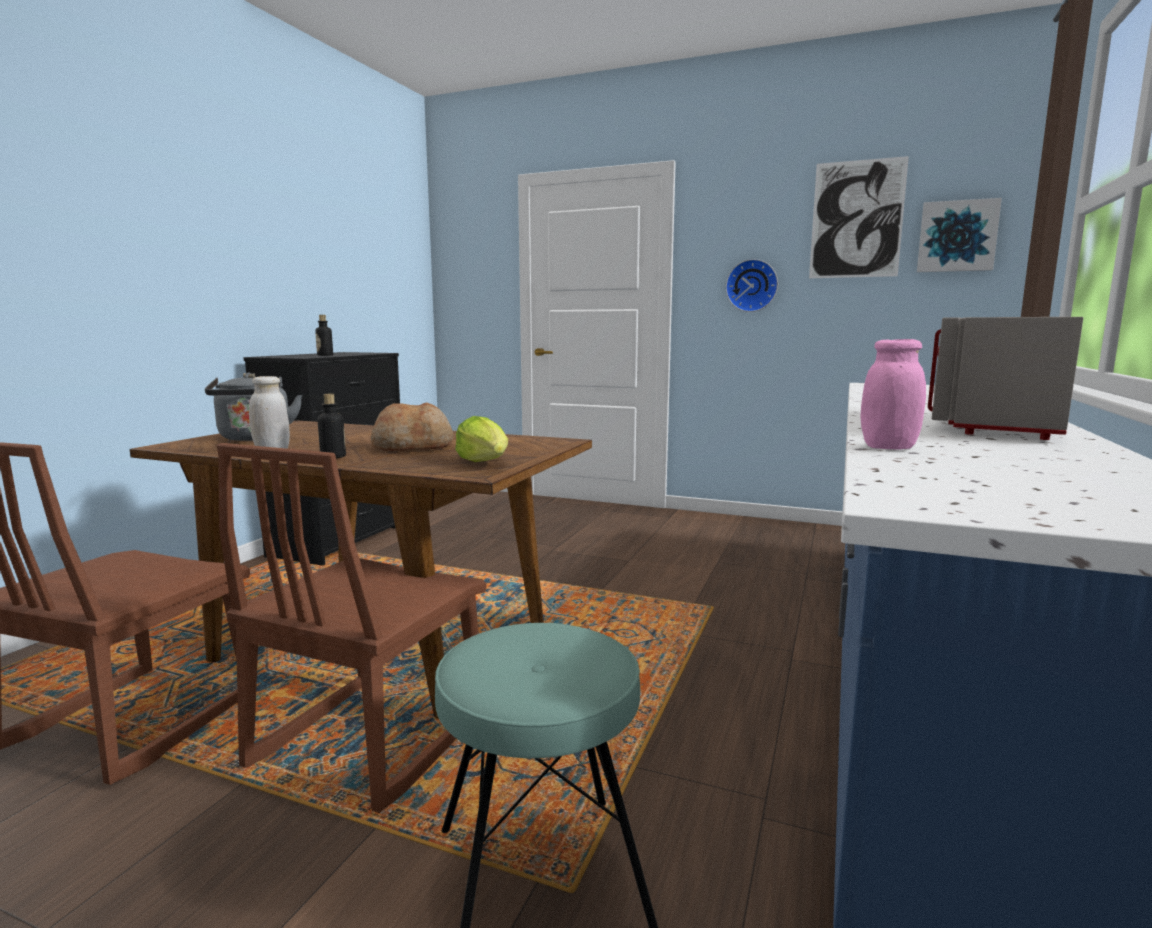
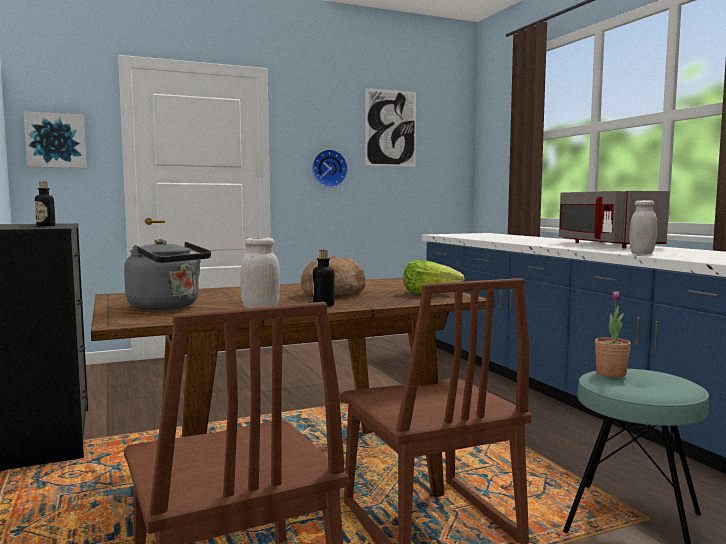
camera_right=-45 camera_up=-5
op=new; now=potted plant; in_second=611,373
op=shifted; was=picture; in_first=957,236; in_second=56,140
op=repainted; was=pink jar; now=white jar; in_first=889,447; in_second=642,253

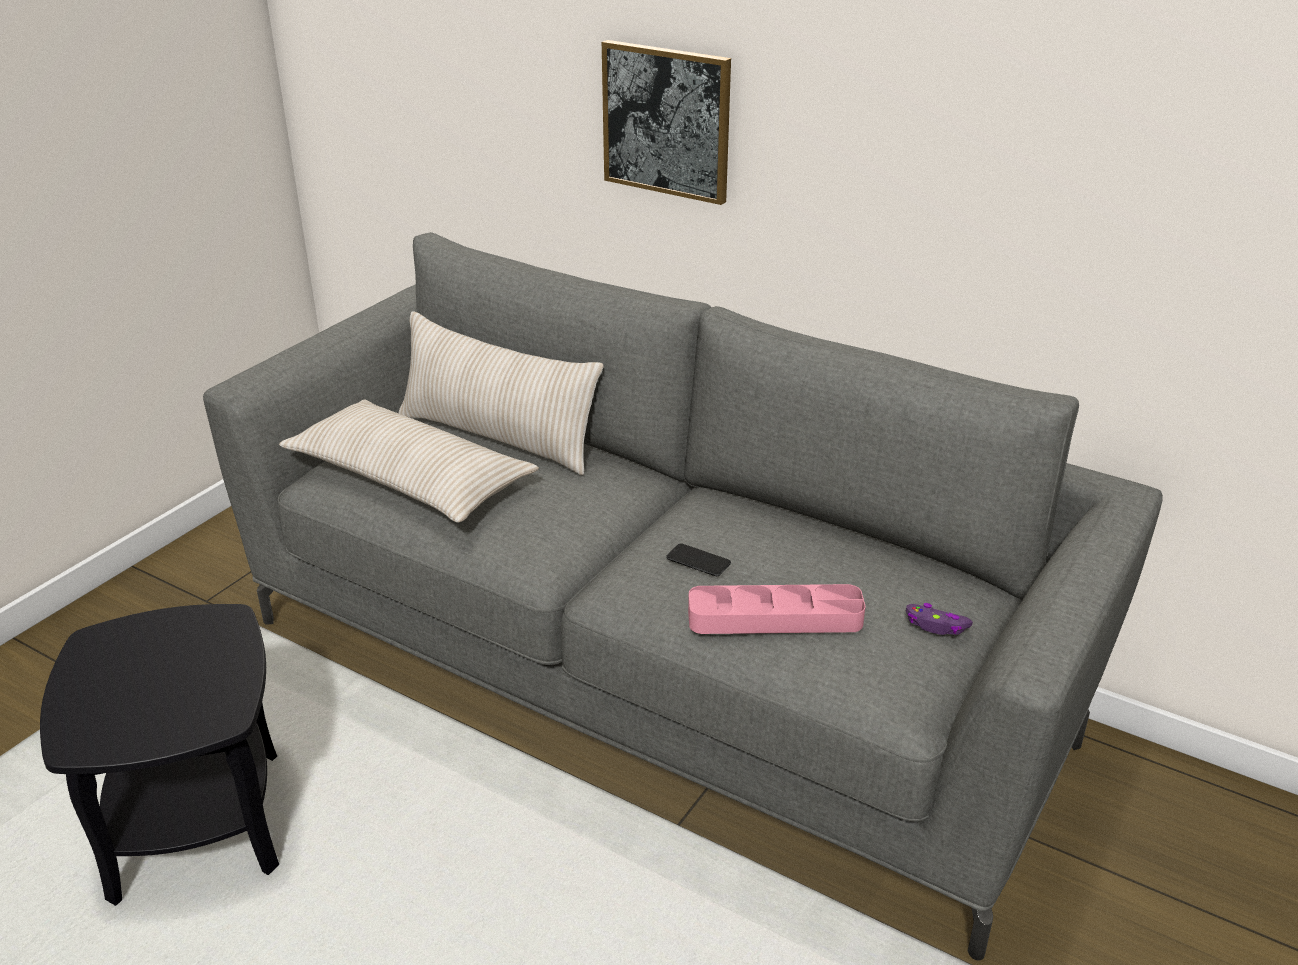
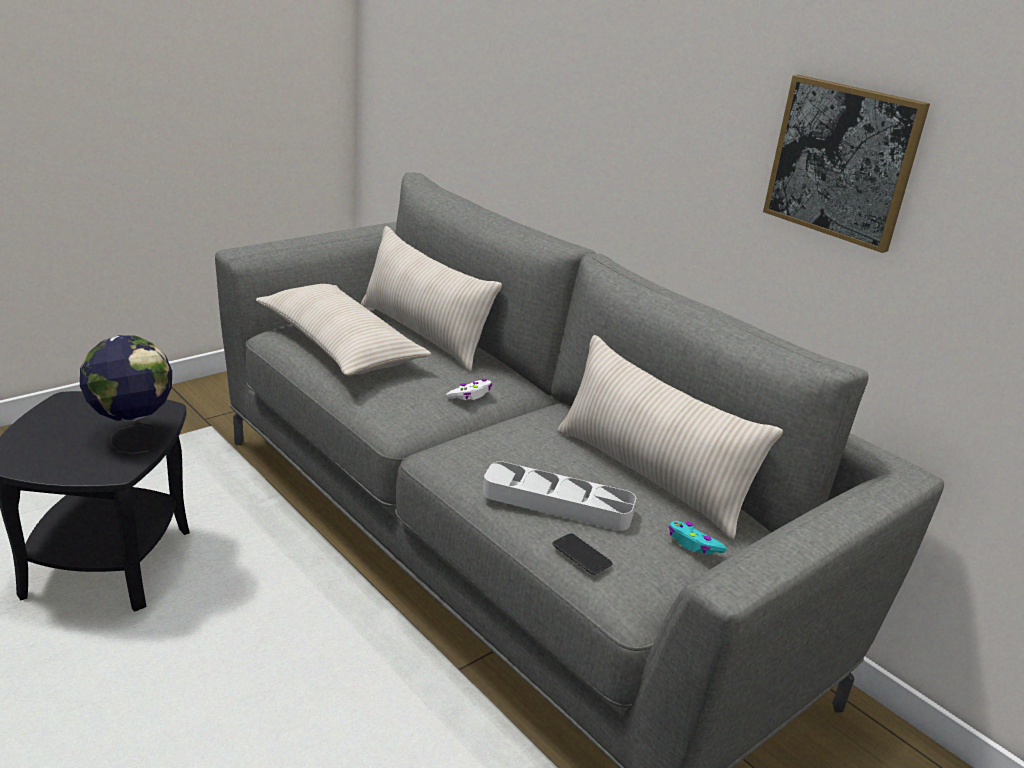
camera_right=15 camera_up=-5
op=new; now=globe; in_second=133,435
op=new; now=white game controller; in_second=470,395
op=new; now=beige pillow; in_second=650,476
op=shifted; was=picture; in_first=667,121; in_second=842,161
op=shifted; was=phone; in_first=698,561; in_second=581,554
op=repainted; was=pink tray; now=grey tray; in_first=775,617; in_second=557,503
op=repainted; was=purple game controller; now=turquoise game controller; in_first=936,625; in_second=693,544

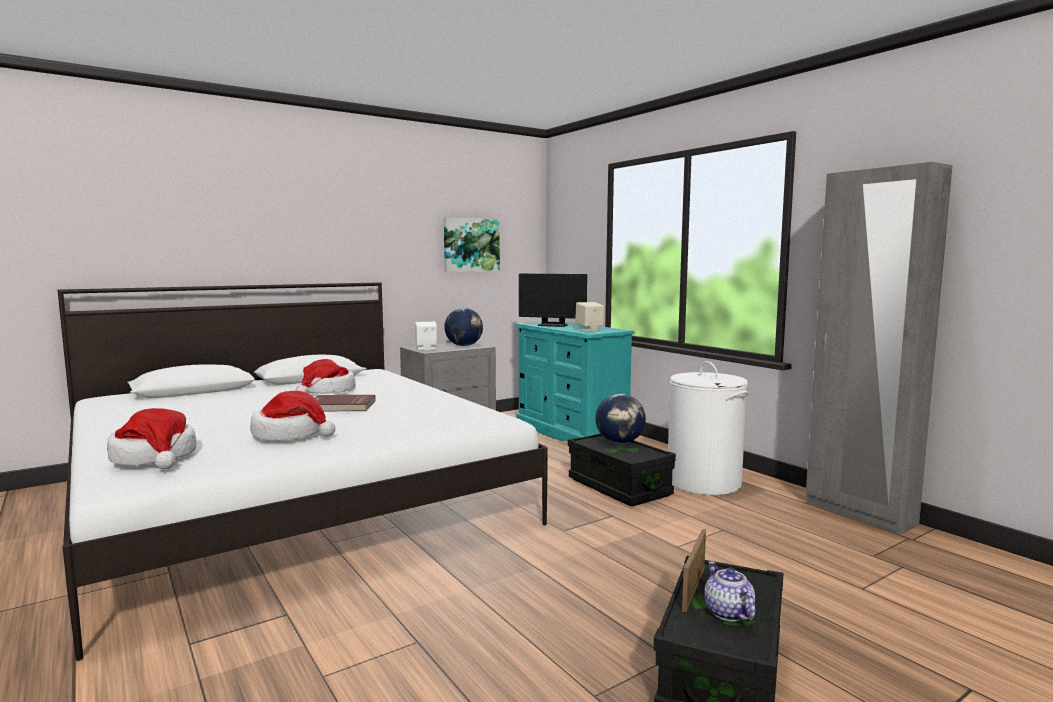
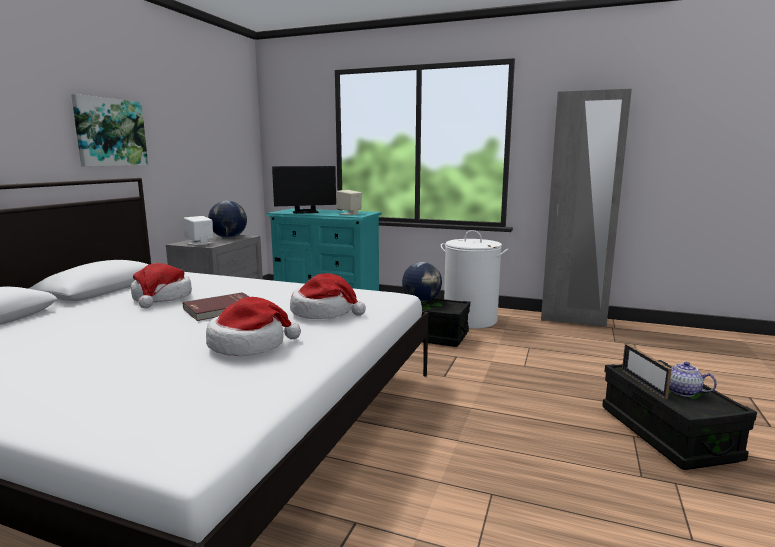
camera_right=-35 camera_up=5
op=shifted; was=hat; in_first=155,457; in_second=324,312
op=shifted; was=picture; in_first=471,245; in_second=110,132

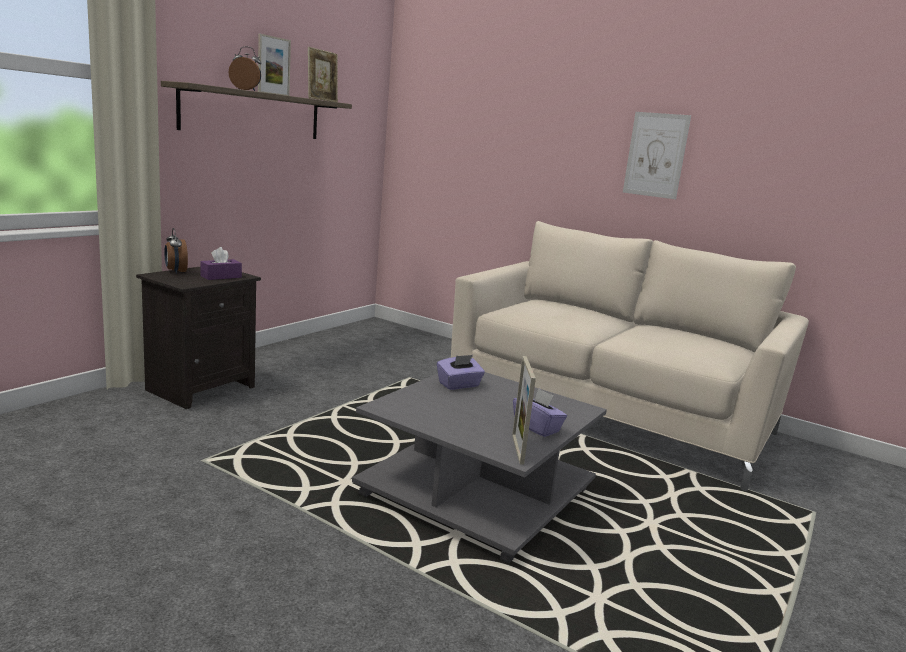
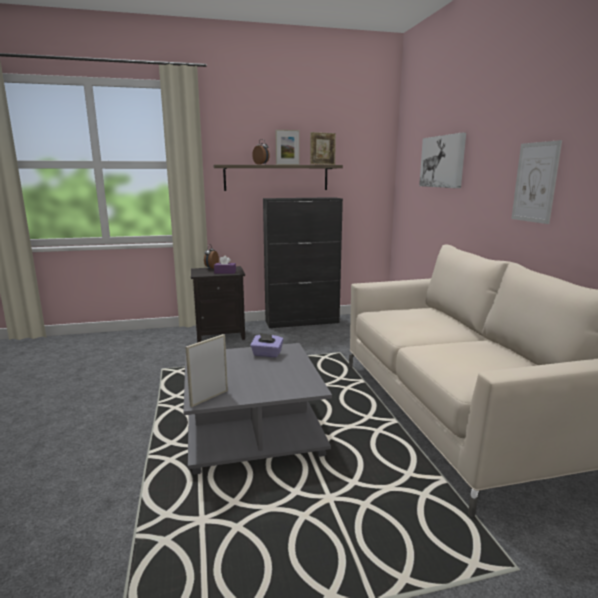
camera_right=45 camera_up=0
op=gone; was=purple tissue box; in_first=537,427
op=new; now=black cabinet; in_second=302,322
op=new; now=picture; in_second=442,161

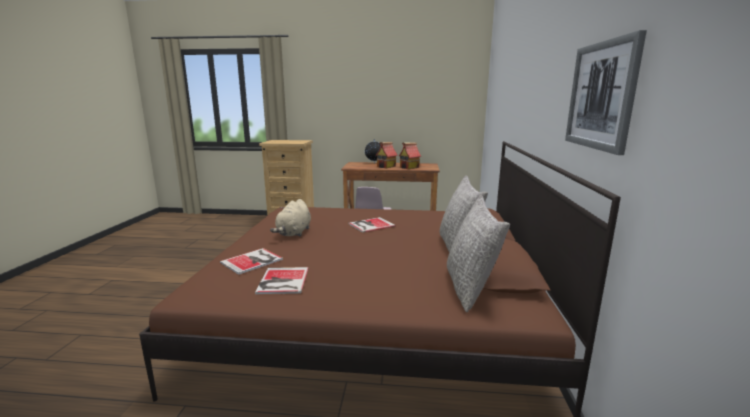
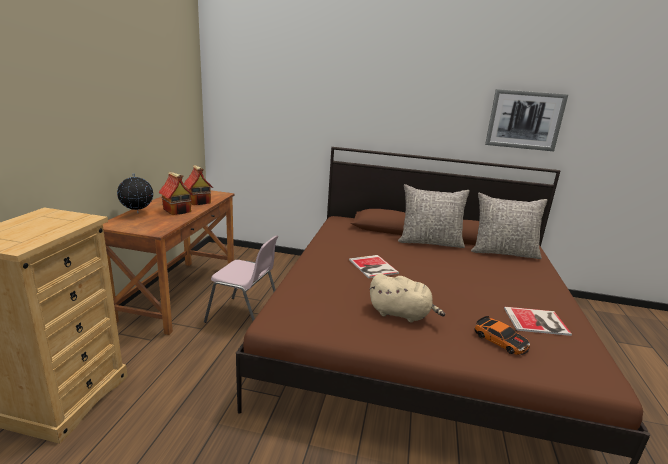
camera_right=-85 camera_up=5
op=swapped; was=book; now=toy car; in_first=253,261; in_second=501,340

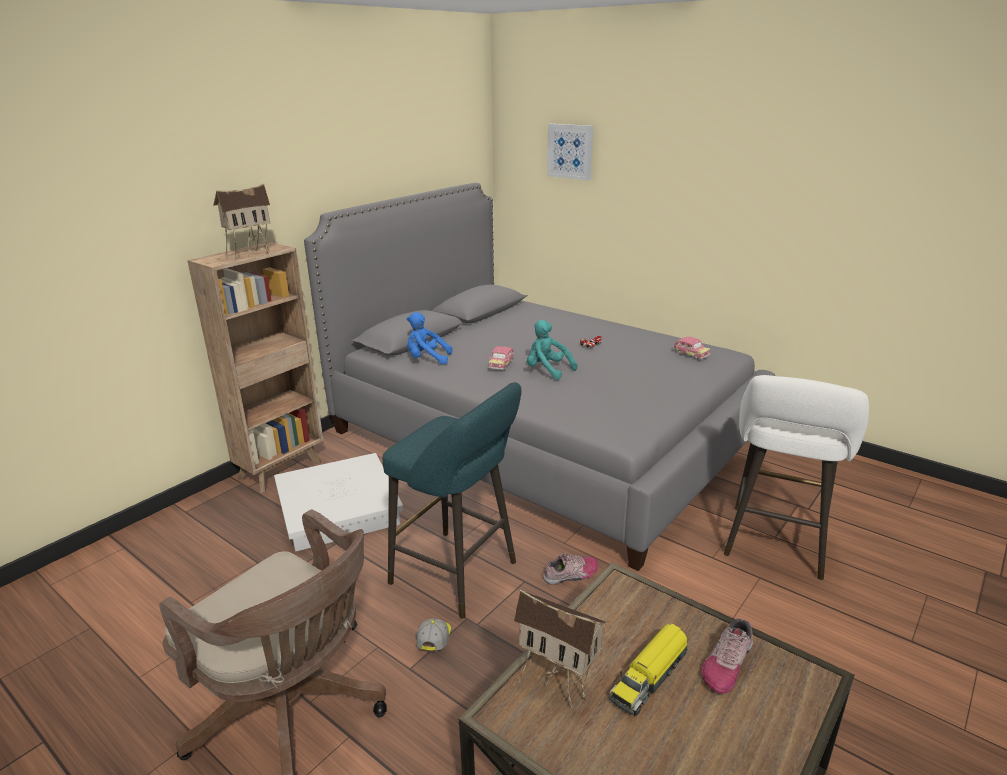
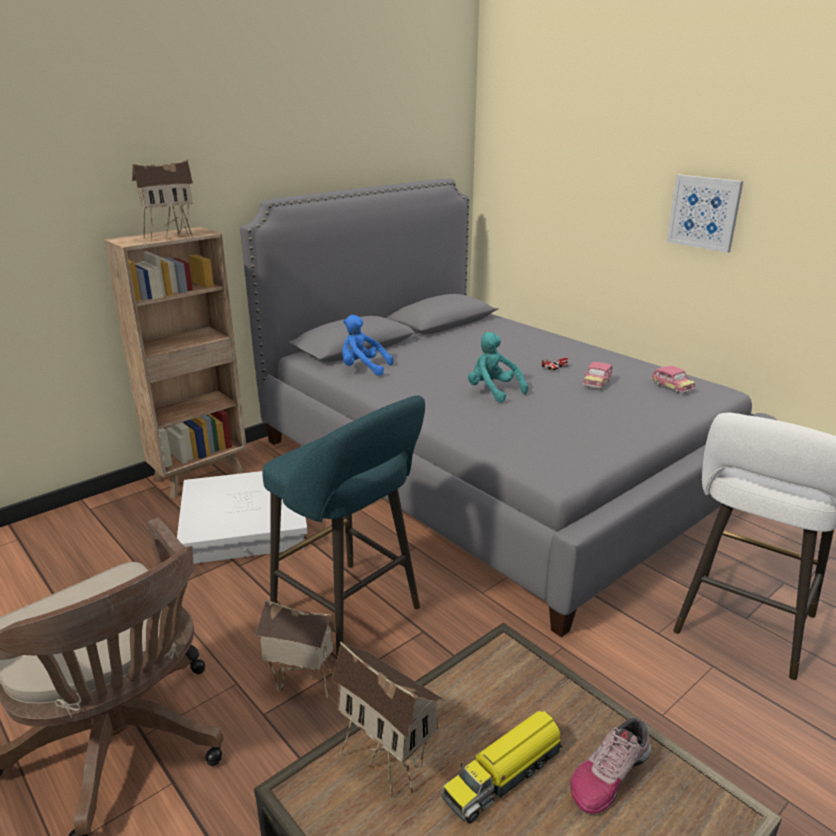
camera_right=10 camera_up=0
op=gone; was=shoe; in_first=571,574
op=shifted; was=toy car; in_first=501,365; in_second=597,383
op=shifted; was=picture; in_first=570,151; in_second=704,212
op=swapped; was=cap; now=toy house; in_first=434,640; in_second=301,685

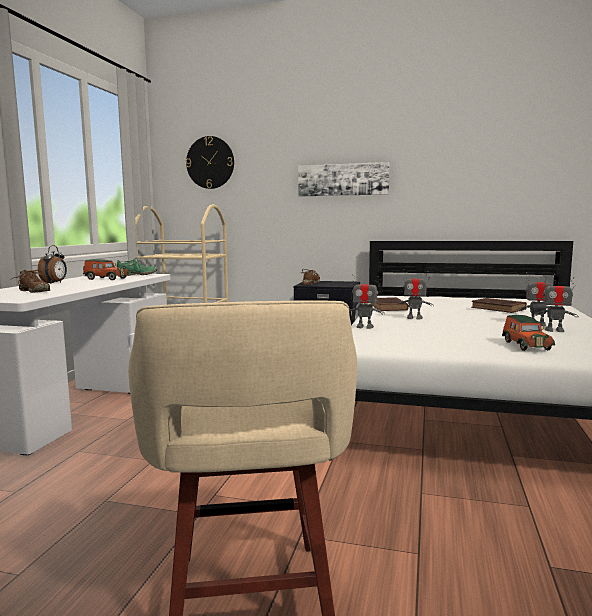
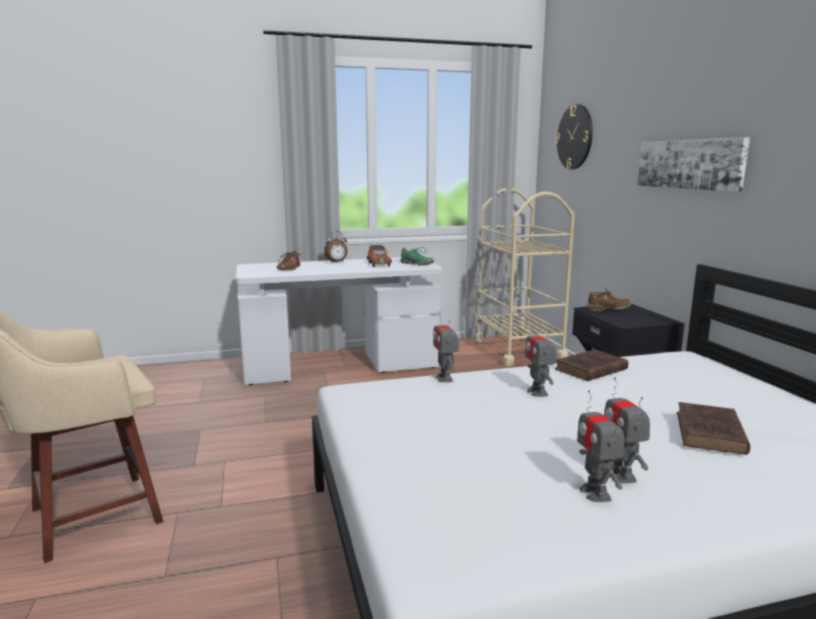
camera_right=60 camera_up=5
op=gone; was=toy car; in_first=525,345

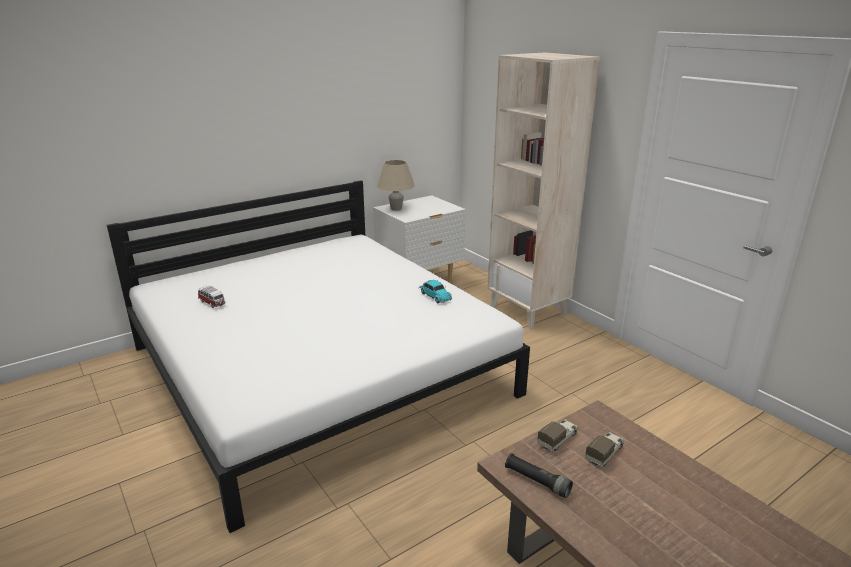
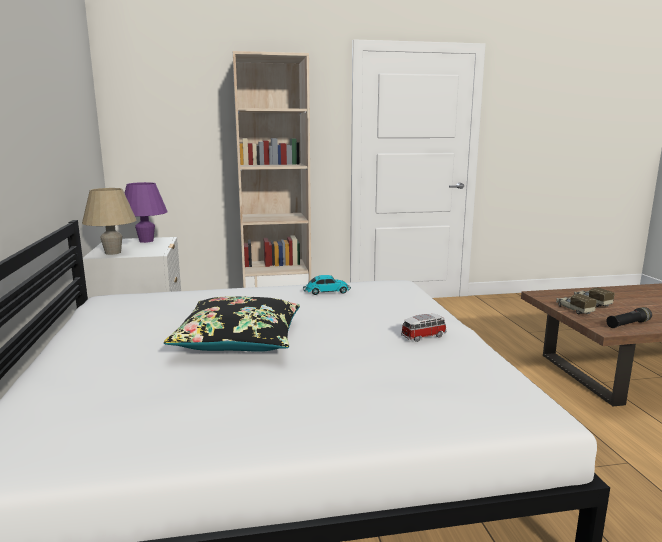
camera_right=-65 camera_up=-10
op=new; now=purple table lamp; in_second=146,241
op=new; now=black pillow; in_second=239,339
op=shifted; was=toy car; in_first=212,303; in_second=424,336

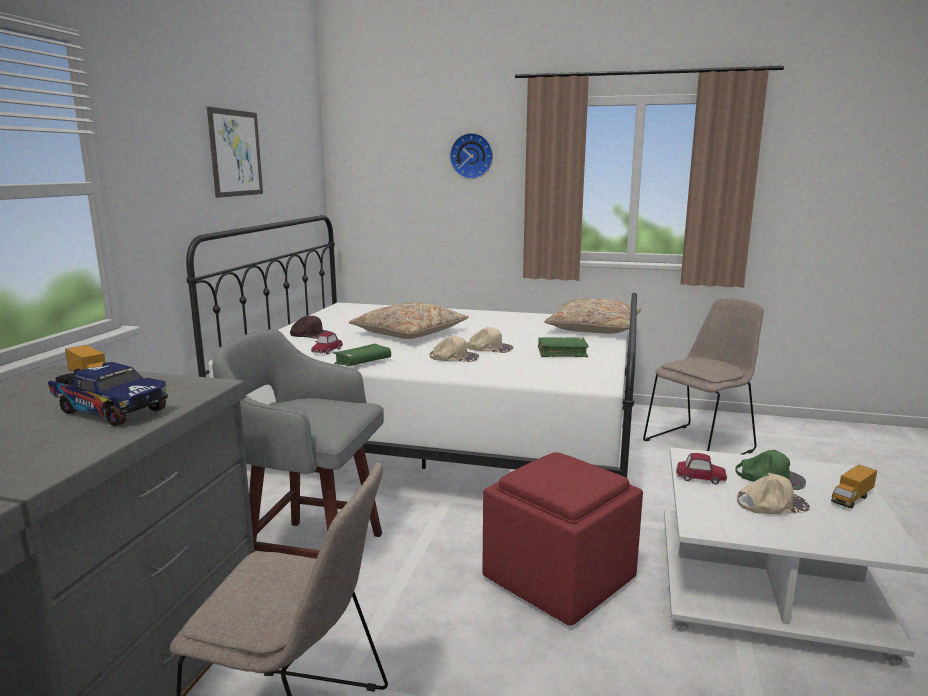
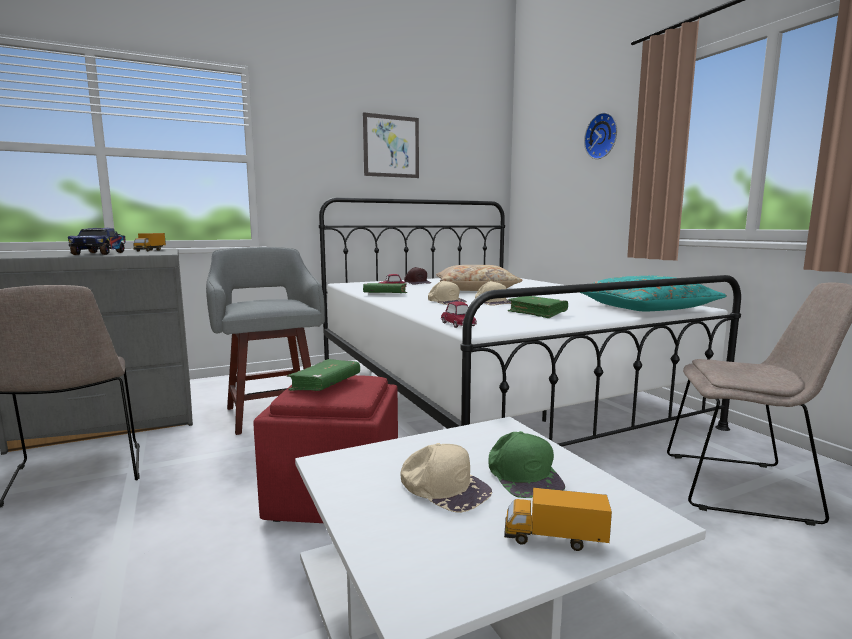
camera_right=50 camera_up=-5
op=new; now=green book; in_second=325,384
op=shifted; was=toy car; in_first=700,478; in_second=458,324
op=repainted; was=beige pillow; now=turquoise pillow; in_first=593,328; in_second=645,308

